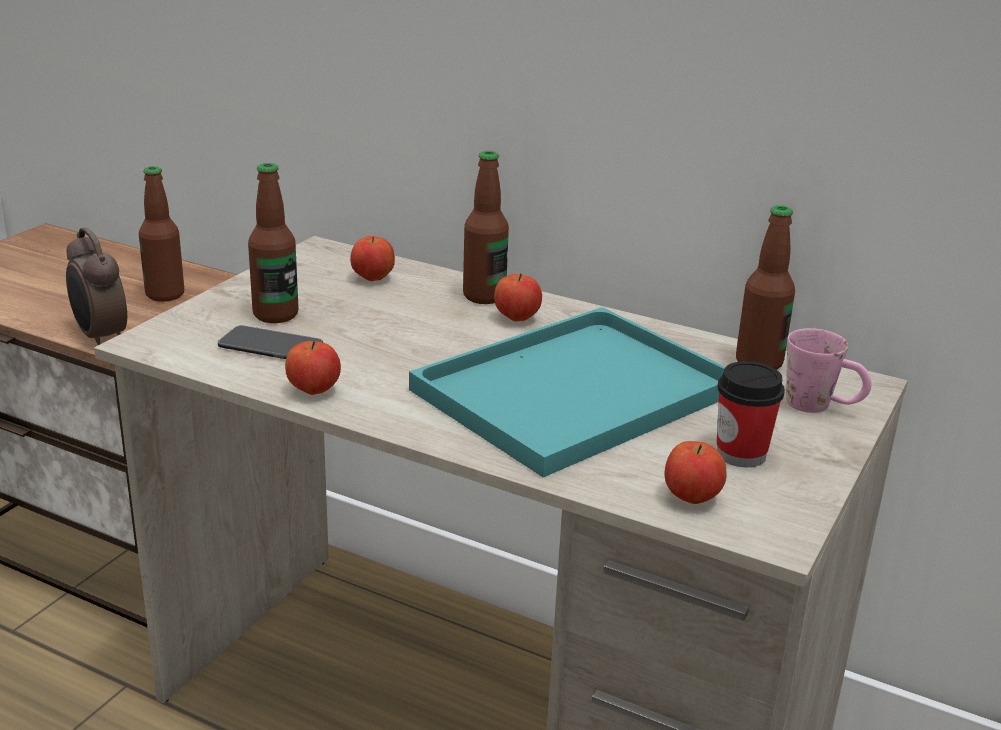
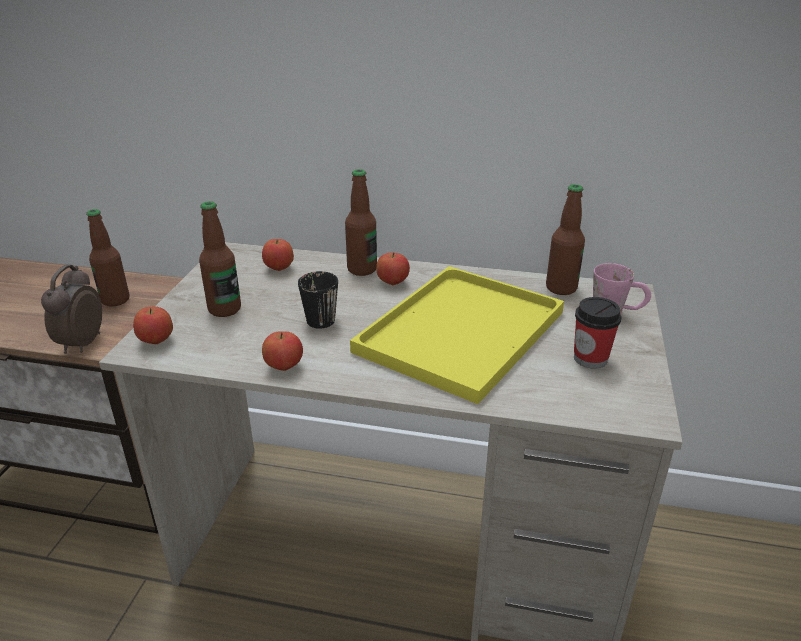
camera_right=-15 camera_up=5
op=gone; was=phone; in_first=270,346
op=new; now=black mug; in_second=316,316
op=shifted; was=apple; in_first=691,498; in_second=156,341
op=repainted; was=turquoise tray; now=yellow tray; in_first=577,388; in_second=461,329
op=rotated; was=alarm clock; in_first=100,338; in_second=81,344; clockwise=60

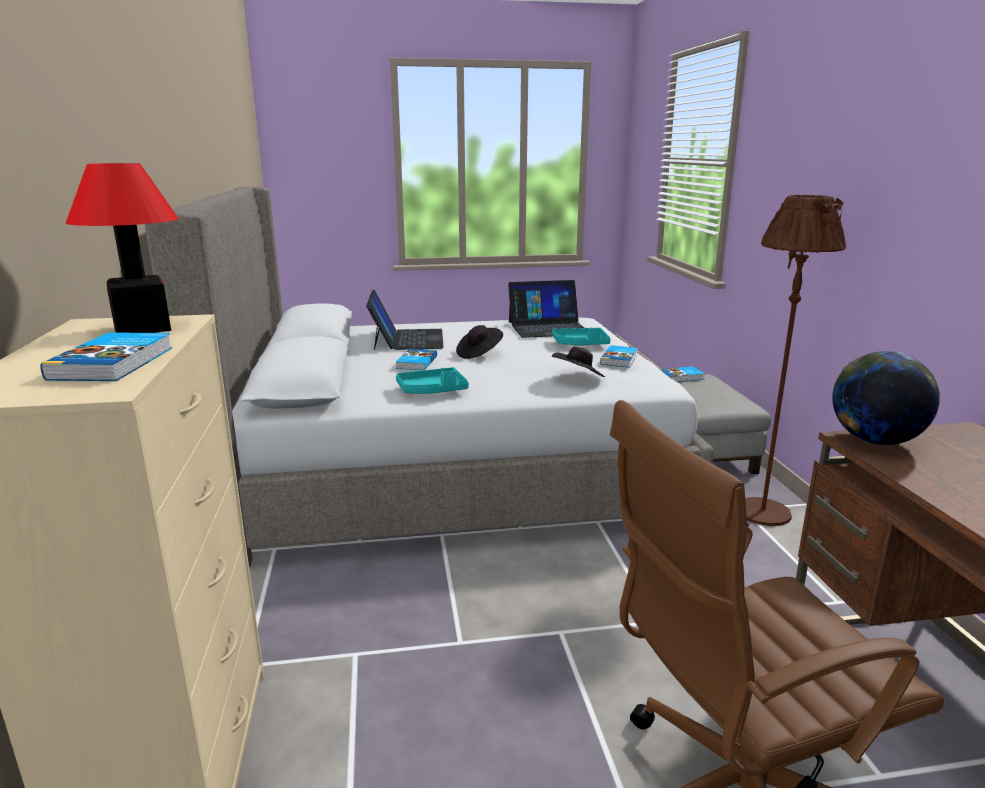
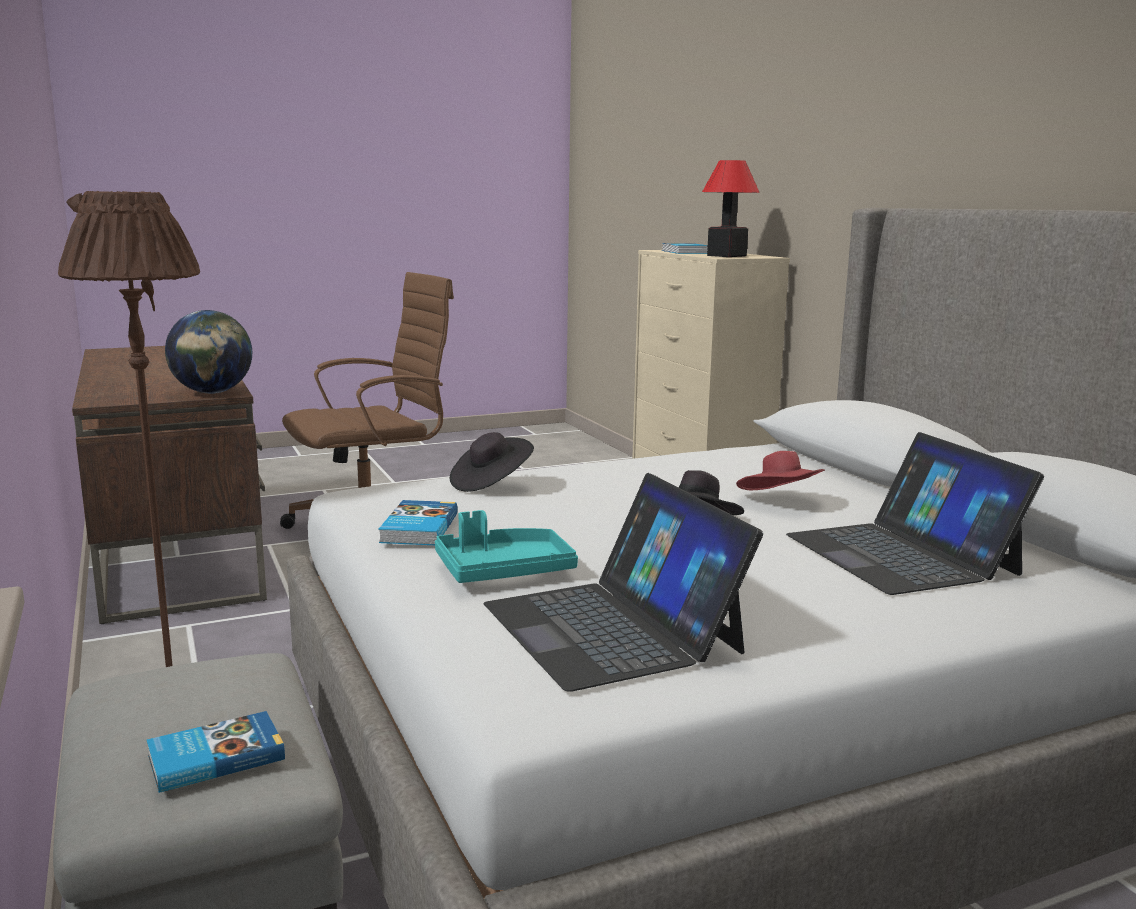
camera_right=165 camera_up=-5
op=gone; was=turquoise tray; in_first=432,390
op=swapped; was=book; now=red hat; in_first=416,362; in_second=780,500
op=rotated; was=laptop; in_first=548,328; in_second=612,627; clockwise=-90

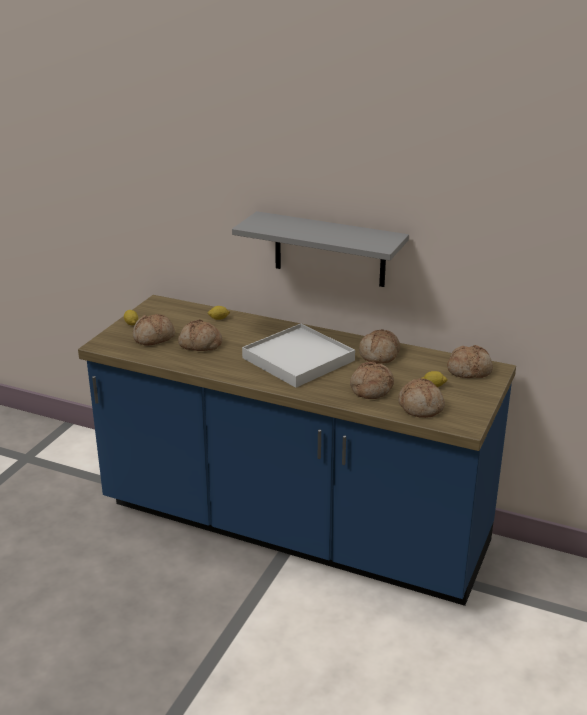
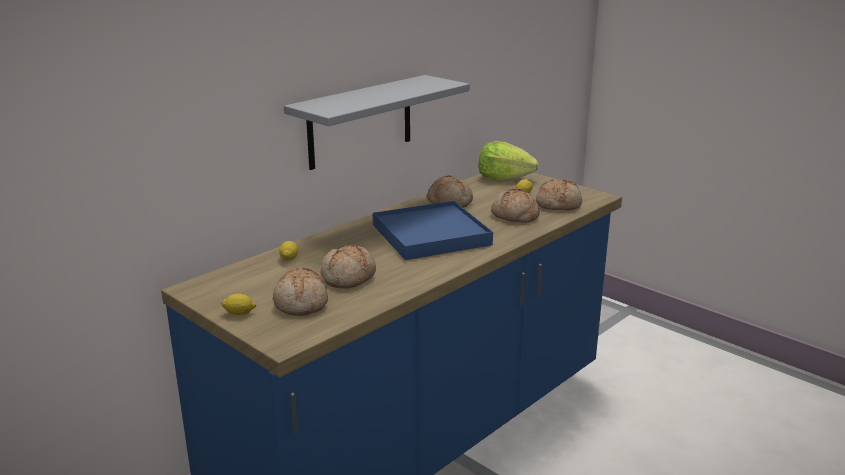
camera_right=-70 camera_up=-5
op=swapped; was=bread; now=lettuce; in_first=469,370; in_second=504,178
op=repainted; was=white tray; now=blue tray; in_first=298,359; in_second=430,235

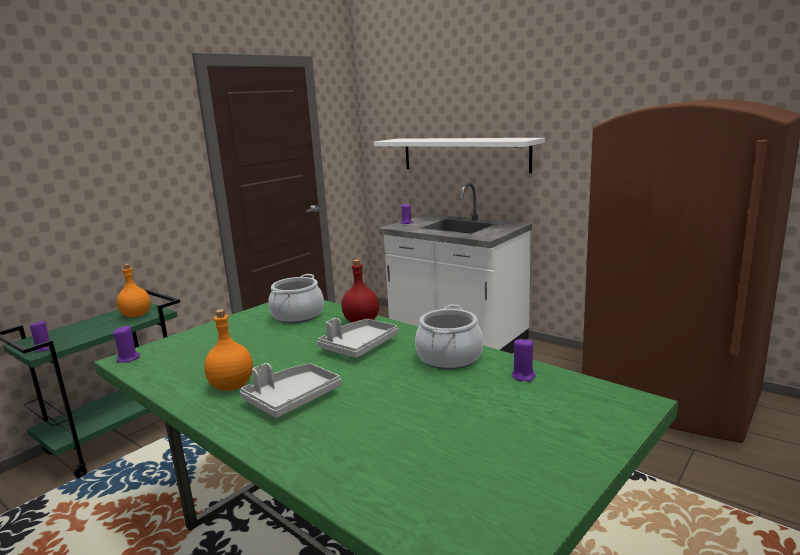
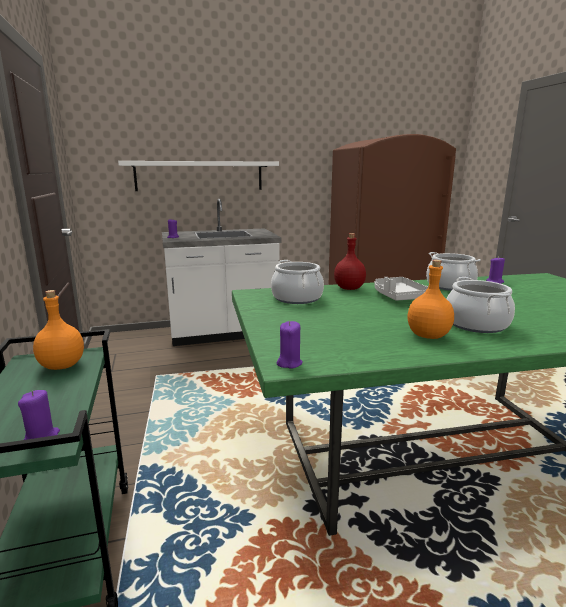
camera_right=-55 camera_up=0
op=swapped; was=grey tray; now=cooking pot; in_first=292,399; in_second=476,324

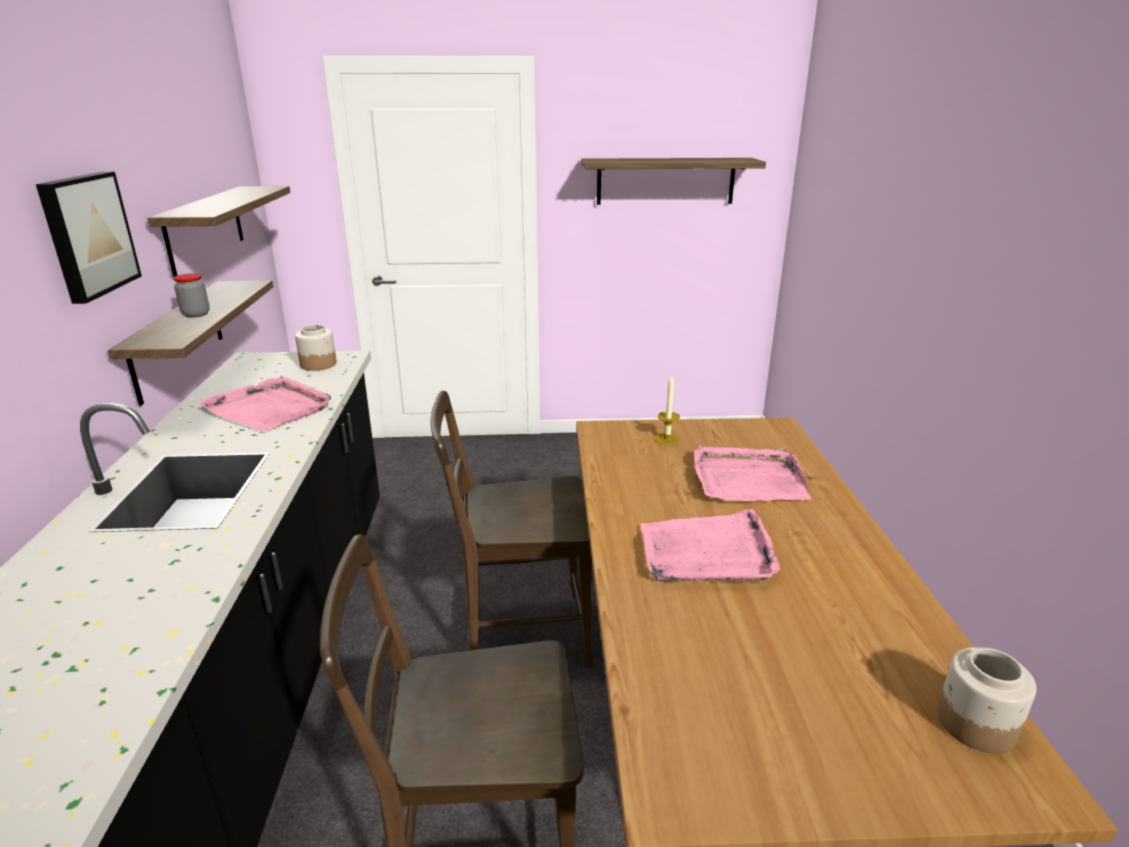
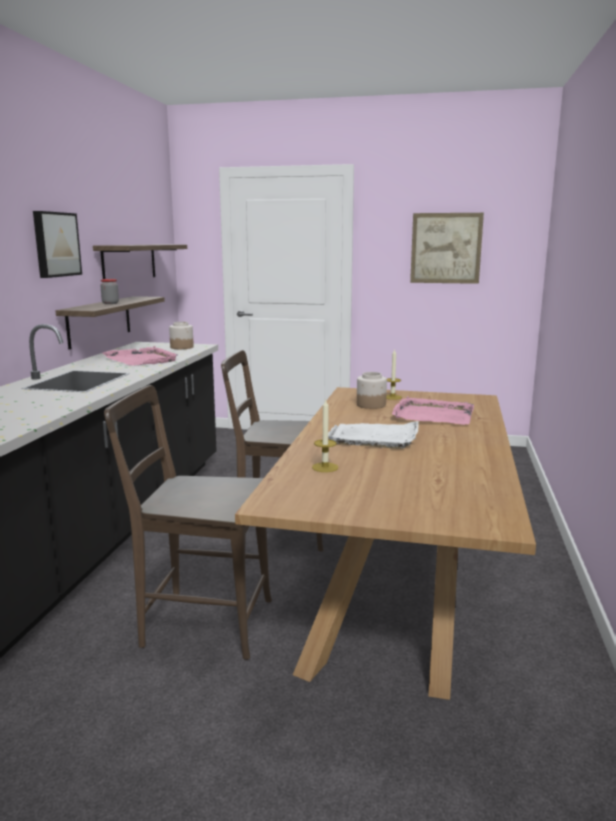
camera_right=15 camera_up=-10
op=new; now=candle; in_second=325,467
op=shifted; was=jar; in_first=975,724; in_second=370,405
op=swapped; was=shelf; now=picture; in_first=665,181; in_second=446,248
op=repainted; was=pink tray; now=white tray; in_first=707,552; in_second=374,437

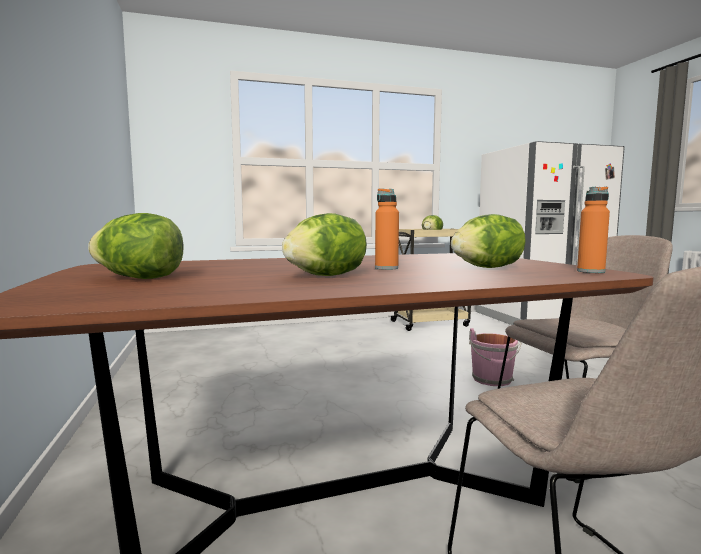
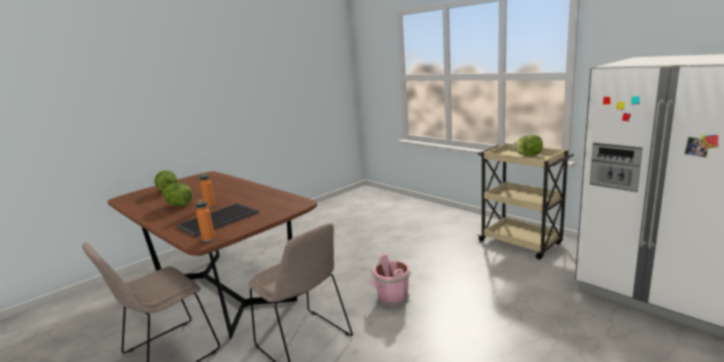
camera_right=65 camera_up=10
op=swapped; was=lettuce; now=tray; in_first=487,268; in_second=218,220

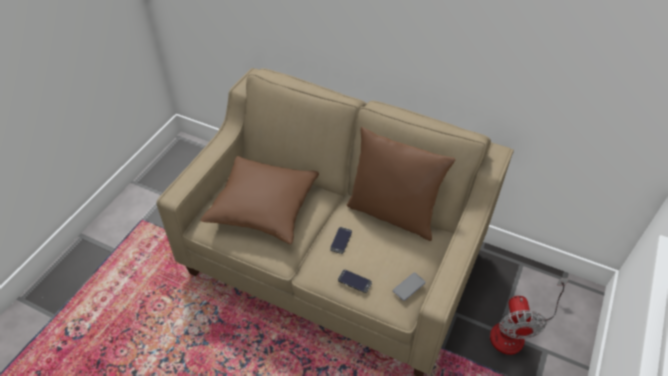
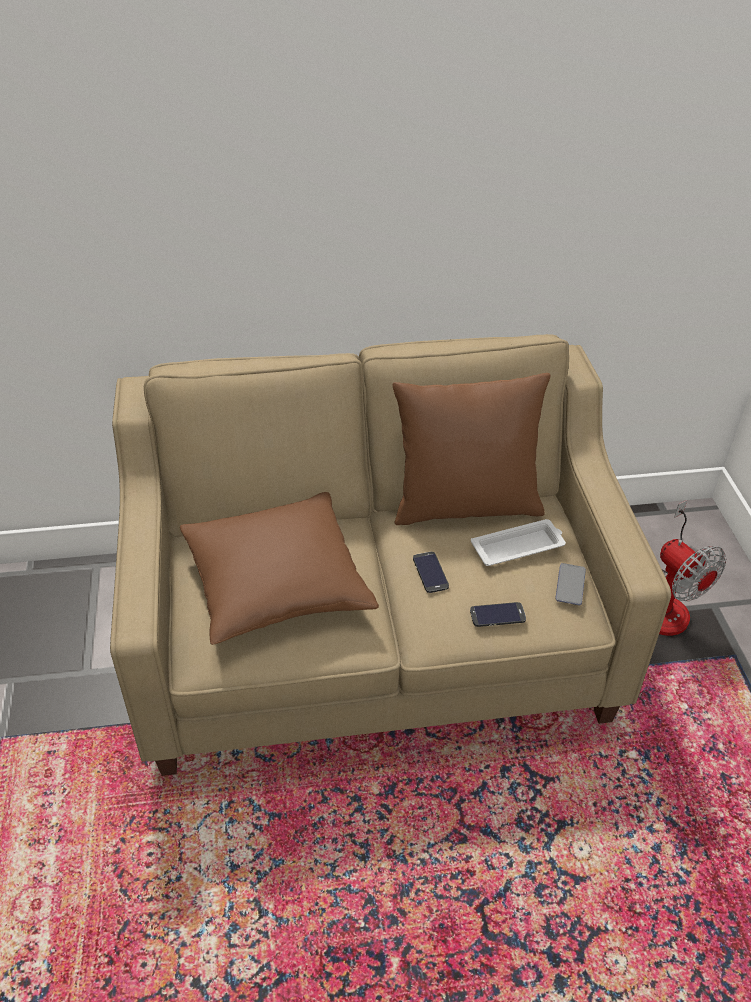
camera_right=-35 camera_up=-5
op=new; now=white tray; in_second=519,547

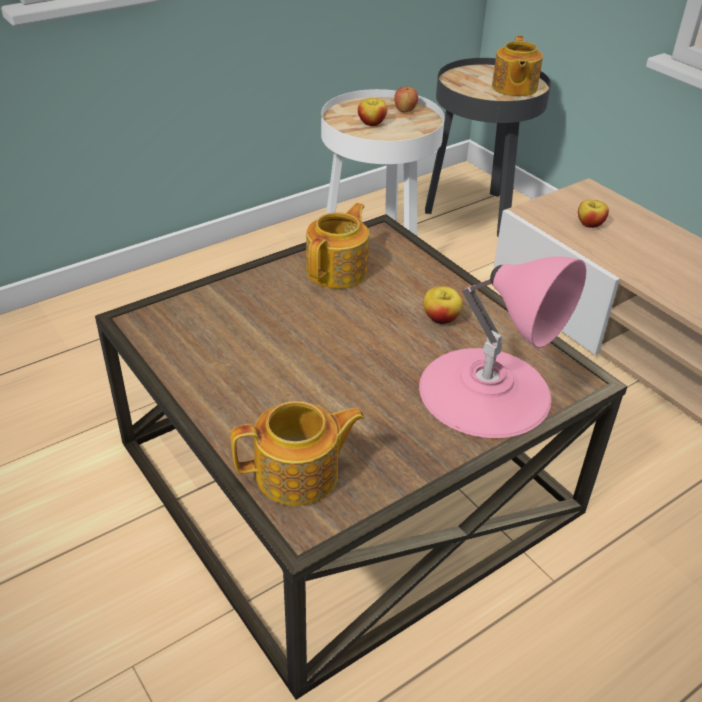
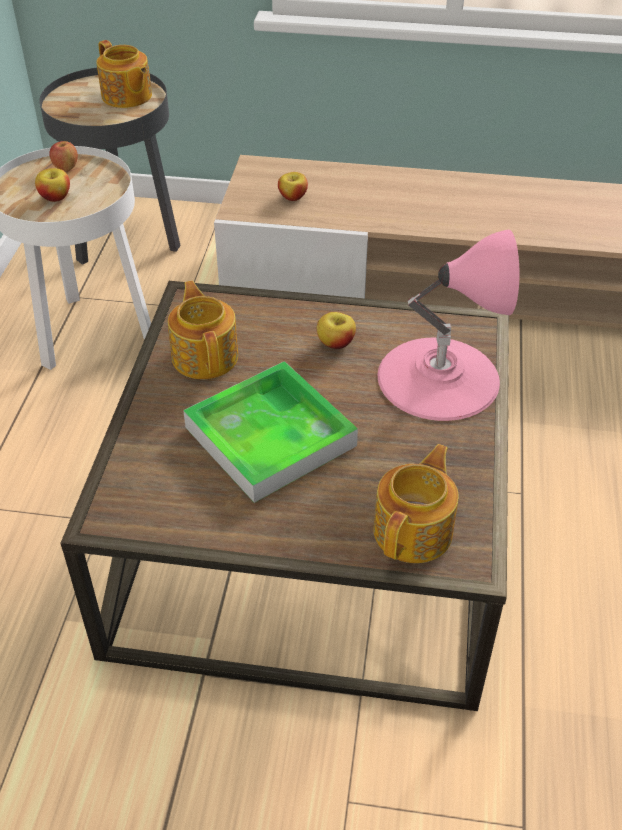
camera_right=-45 camera_up=5
op=new; now=tray; in_second=270,436

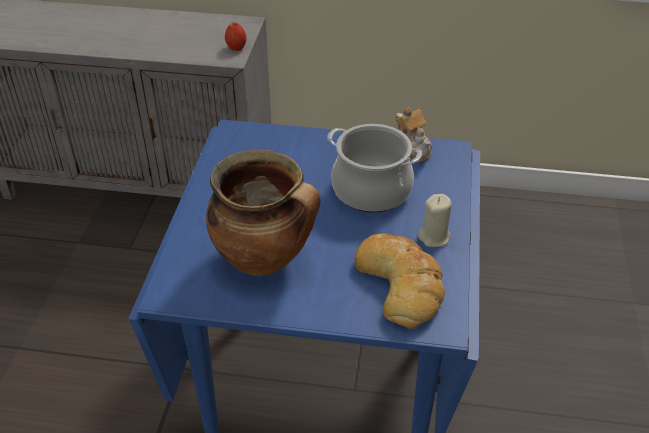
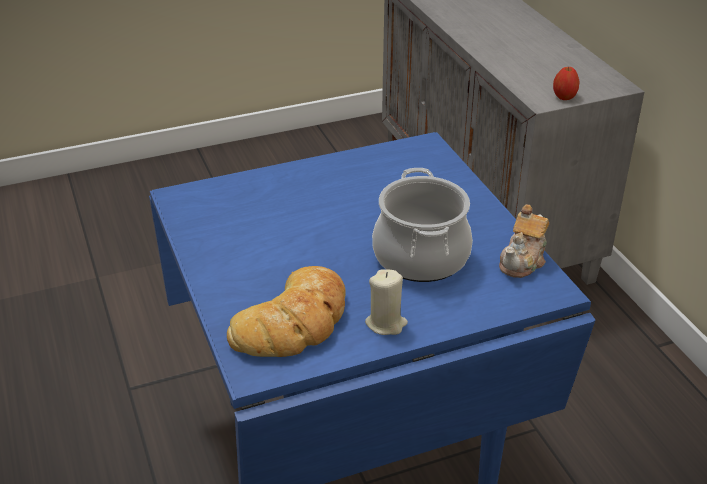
camera_right=60 camera_up=-5
op=gone; was=cooking pot; in_first=265,259

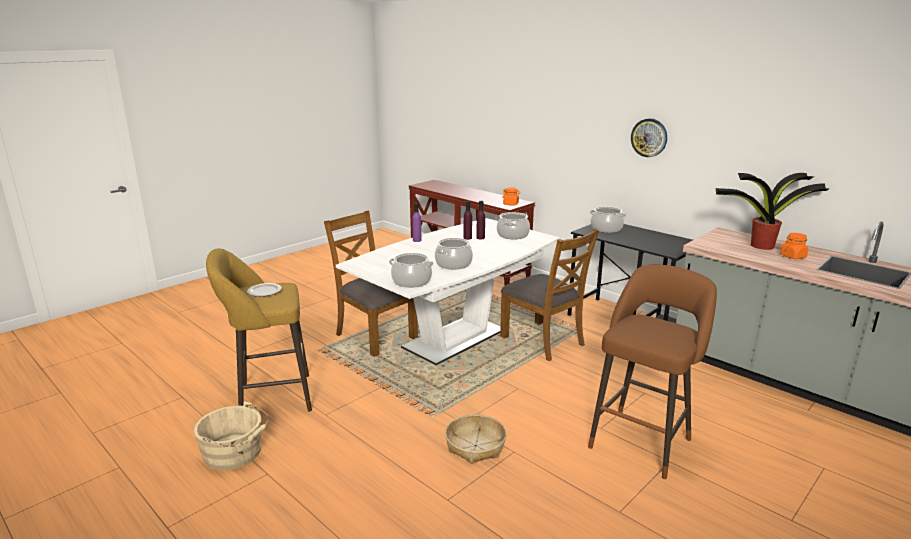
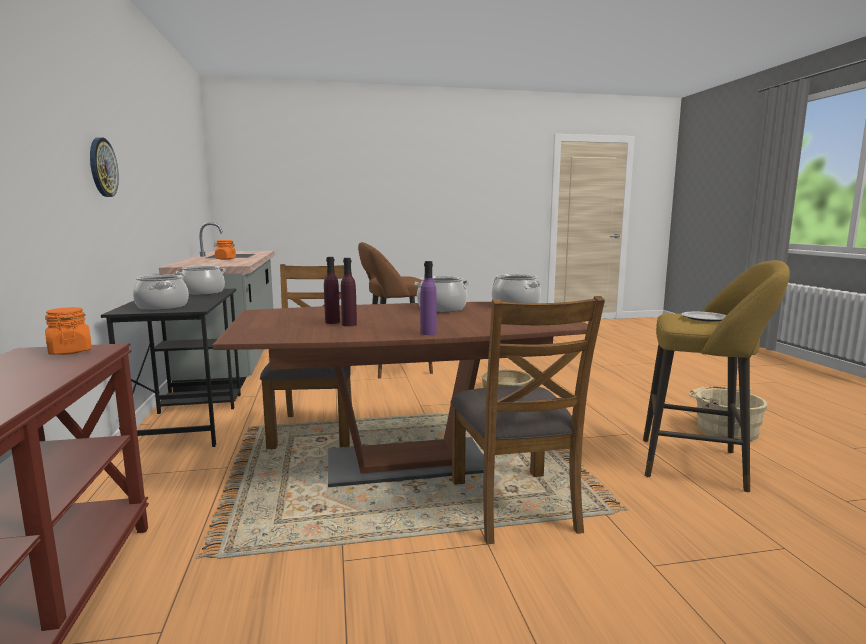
camera_right=-145 camera_up=-10
op=gone; was=potted plant; in_first=760,246
op=shifted; was=cooking pot; in_first=513,235; in_second=203,292
op=repainted; was=white dining table; now=brown dining table; in_first=454,339; in_second=406,462

